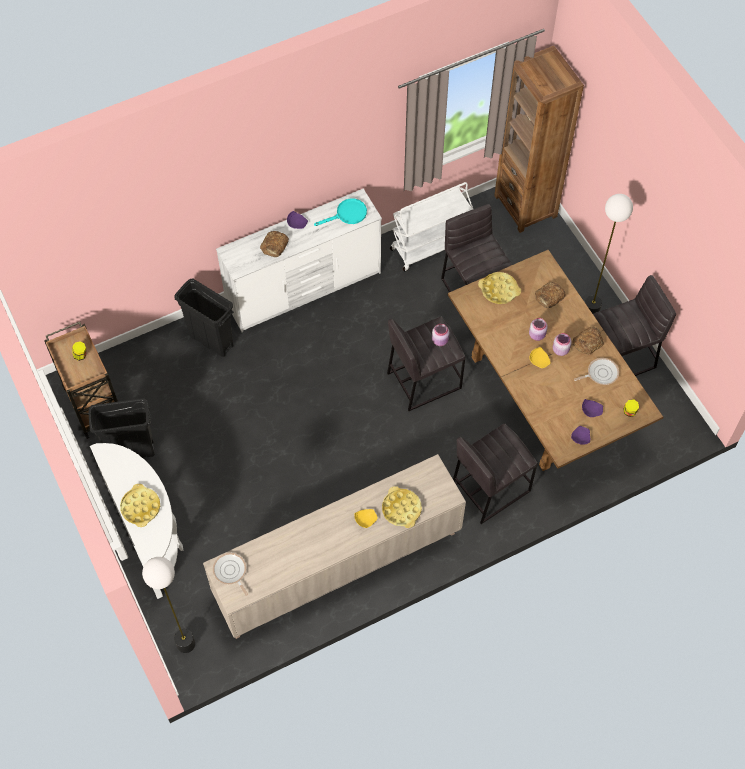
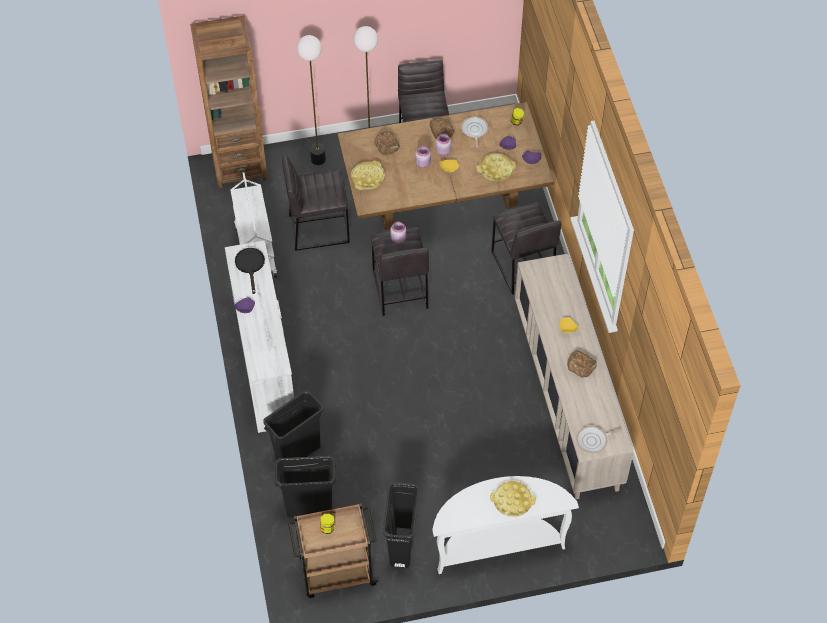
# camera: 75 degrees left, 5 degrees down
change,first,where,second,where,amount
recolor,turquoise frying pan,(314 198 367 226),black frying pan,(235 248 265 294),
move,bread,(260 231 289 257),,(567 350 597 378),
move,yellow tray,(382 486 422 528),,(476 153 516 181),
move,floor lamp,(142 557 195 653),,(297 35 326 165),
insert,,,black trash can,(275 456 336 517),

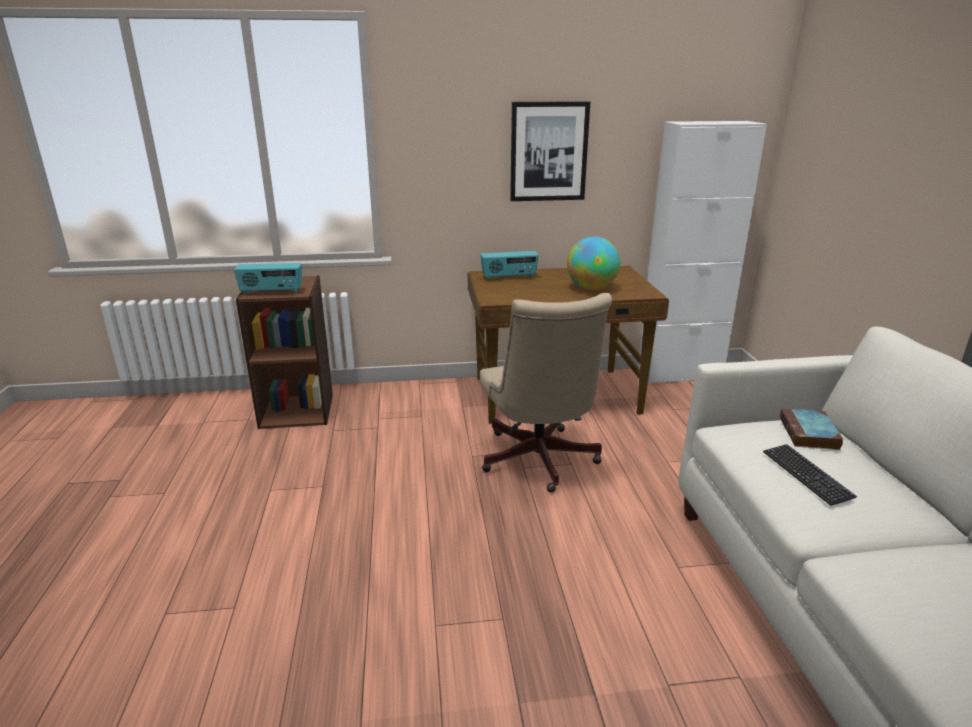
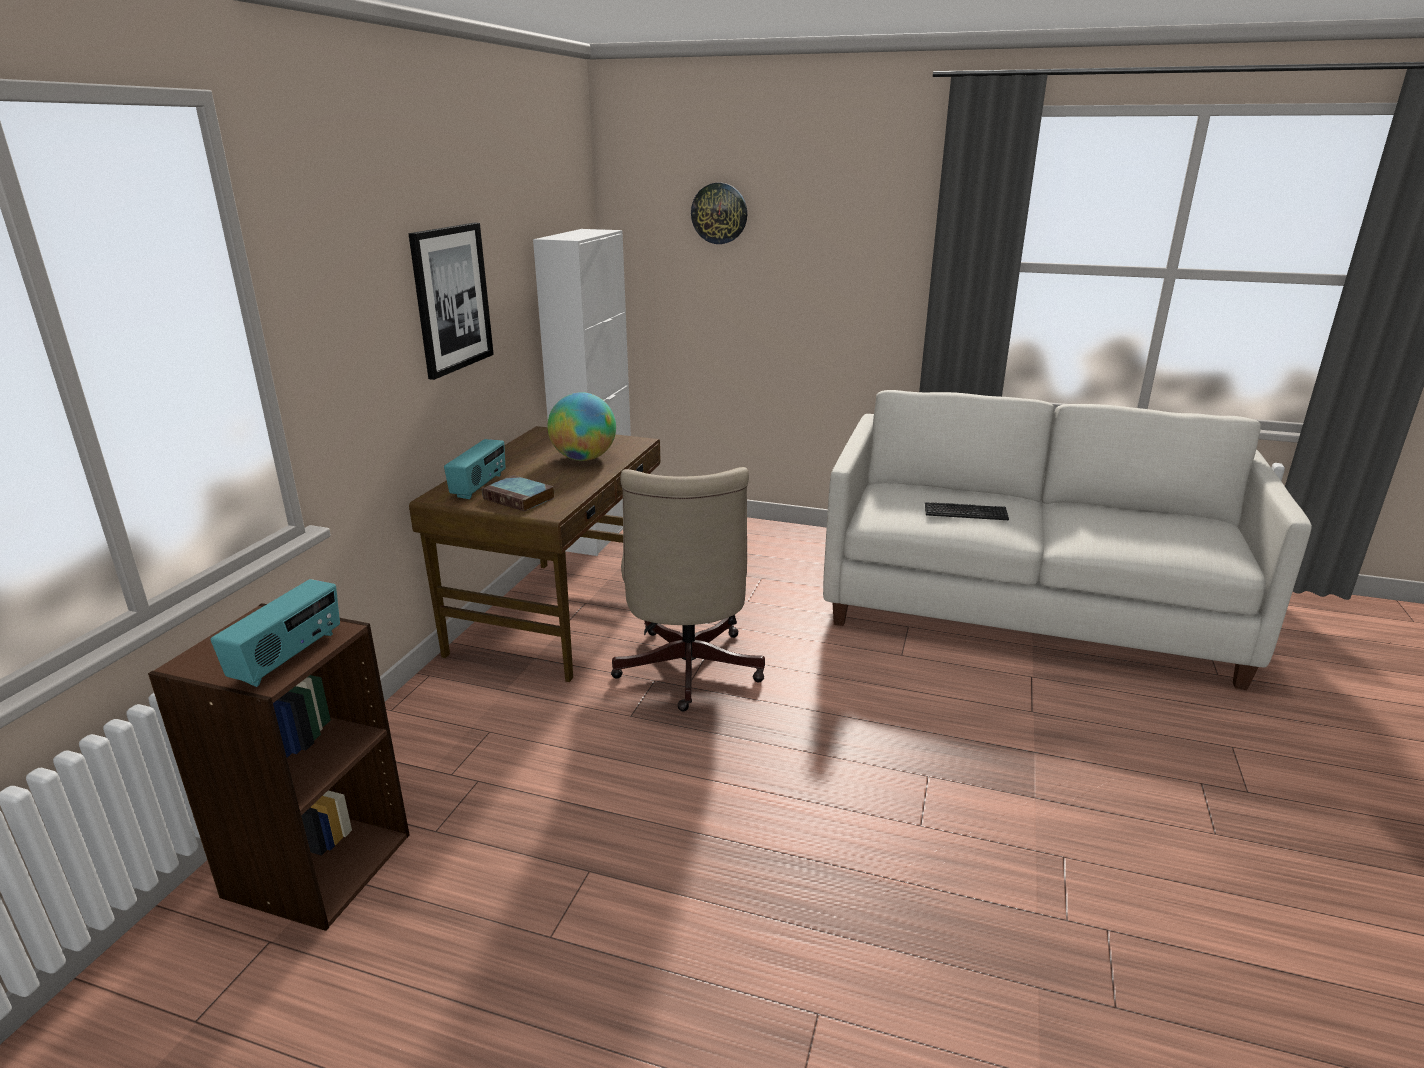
# camera: 65 degrees left, 0 degrees up
change,first,where,second,where,amount
rotate,beige office chair,(480 293 612 493),,(611 467 765 711),75 degrees clockwise
move,book,(780 408 844 450),,(482 475 554 512),
insert,,,wall clock,(691 183 747 244),

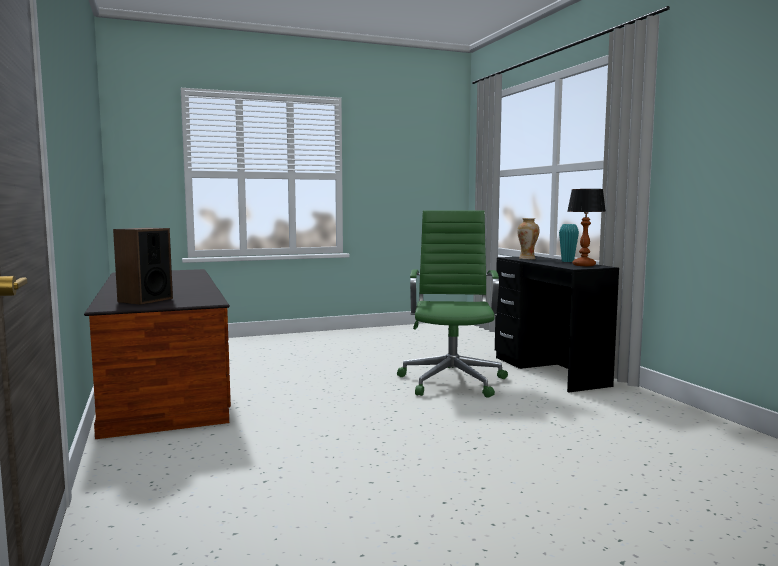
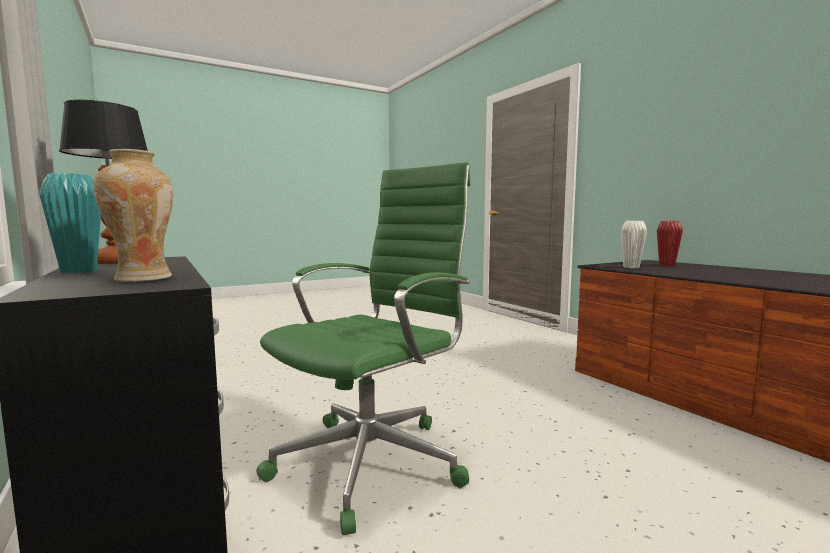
# camera: 170 degrees right, 0 degrees up
change,first,where,second,where,amount
rotate,green office chair,(397 211 508 398),,(256 162 471 535),135 degrees counterclockwise
replace,speaker,(113 228 173 305),red vase,(657 221 683 266),
insert,,,white vase,(621 221 647 268),

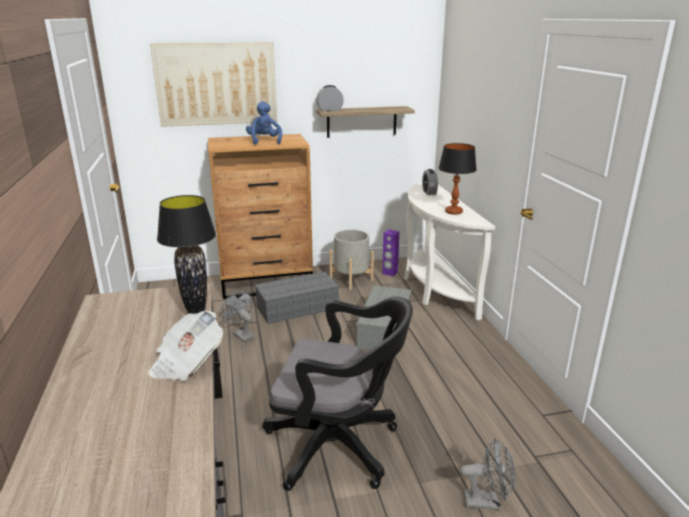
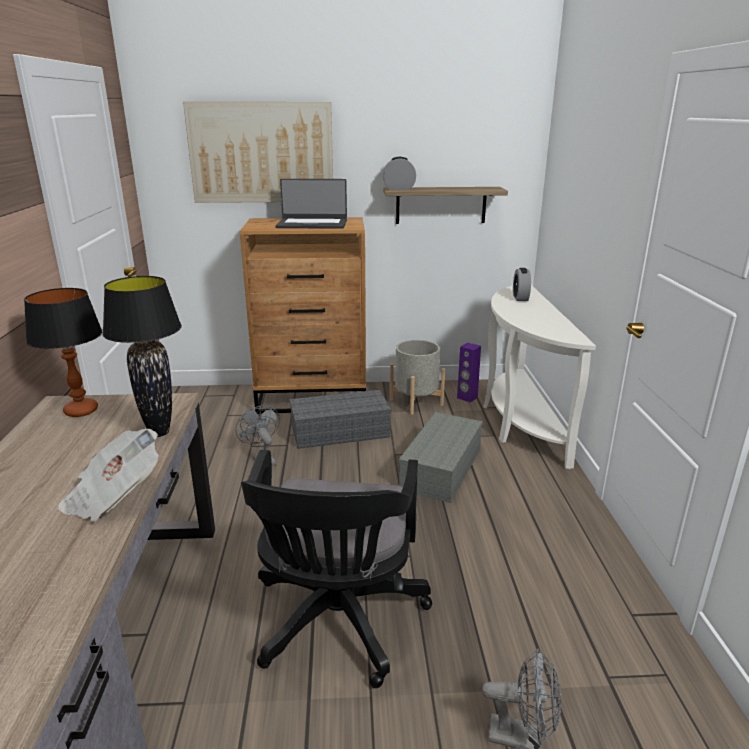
# camera: 10 degrees right, 0 degrees up
change,first,where,second,where,amount
replace,blue plush toy,(246 101 282 145),laptop,(276 179 347 229),
move,table lamp,(439 143 477 215),,(24 288 102 417),
rotate,black office chair,(262 297 413 491),,(241 450 432 688),75 degrees clockwise

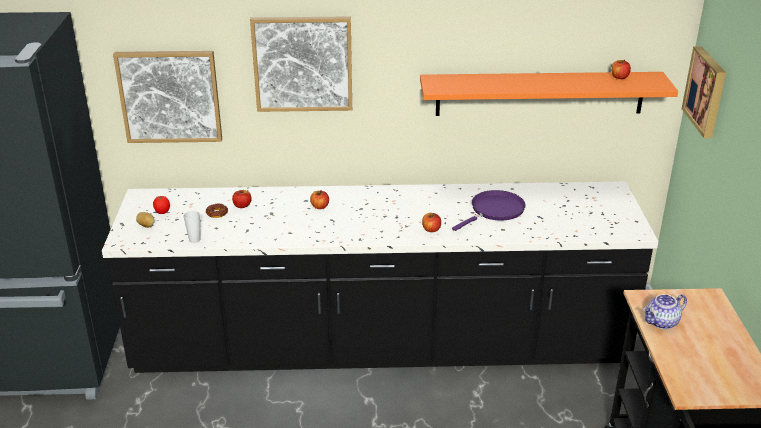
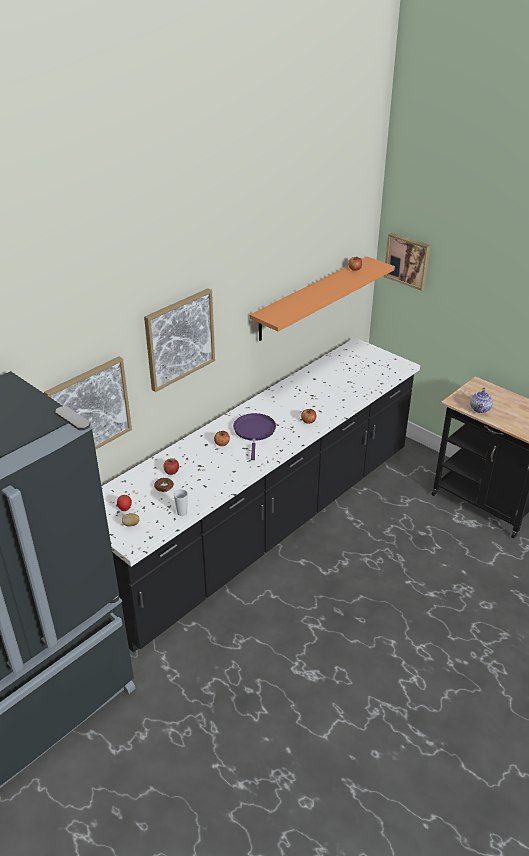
# camera: 45 degrees left, 5 degrees up
change,first,where,second,where,amount
move,purple frying pan,(452 190 526 231),,(233 413 276 460),

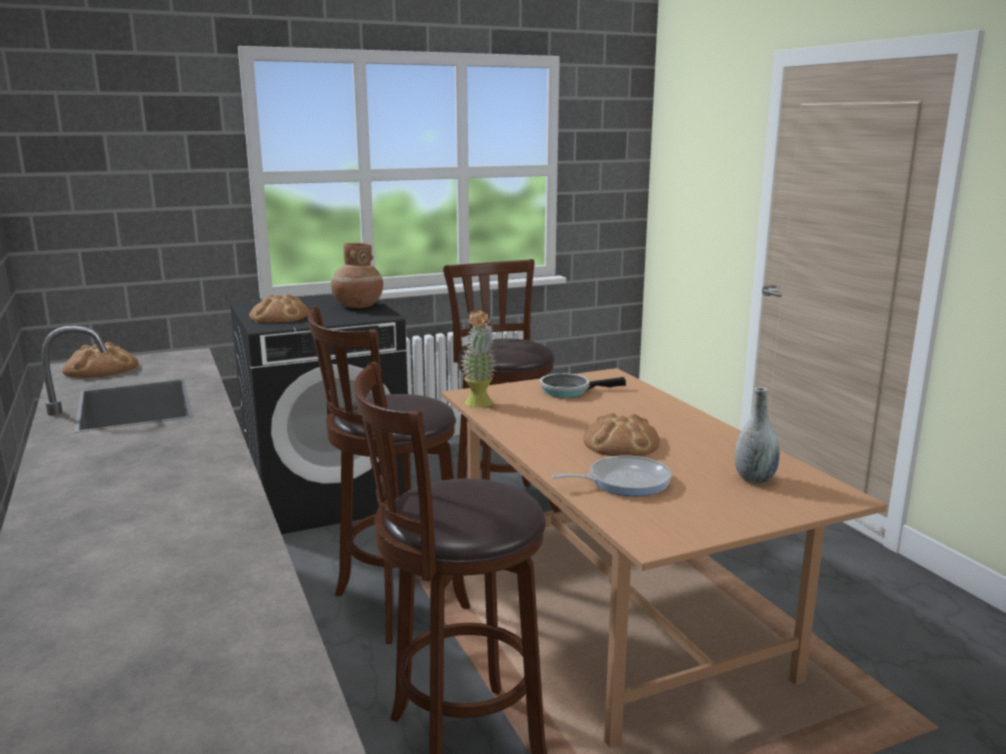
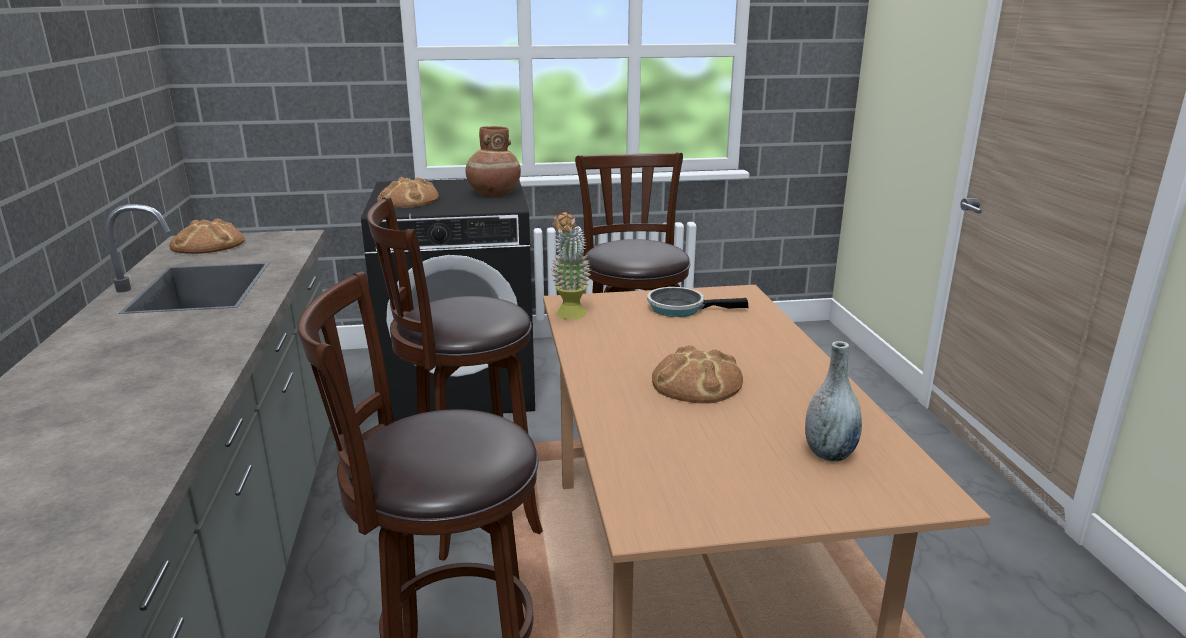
# camera: 15 degrees right, 5 degrees up
change,first,where,second,where,amount
delete,frying pan,(552 455 672 496),,,

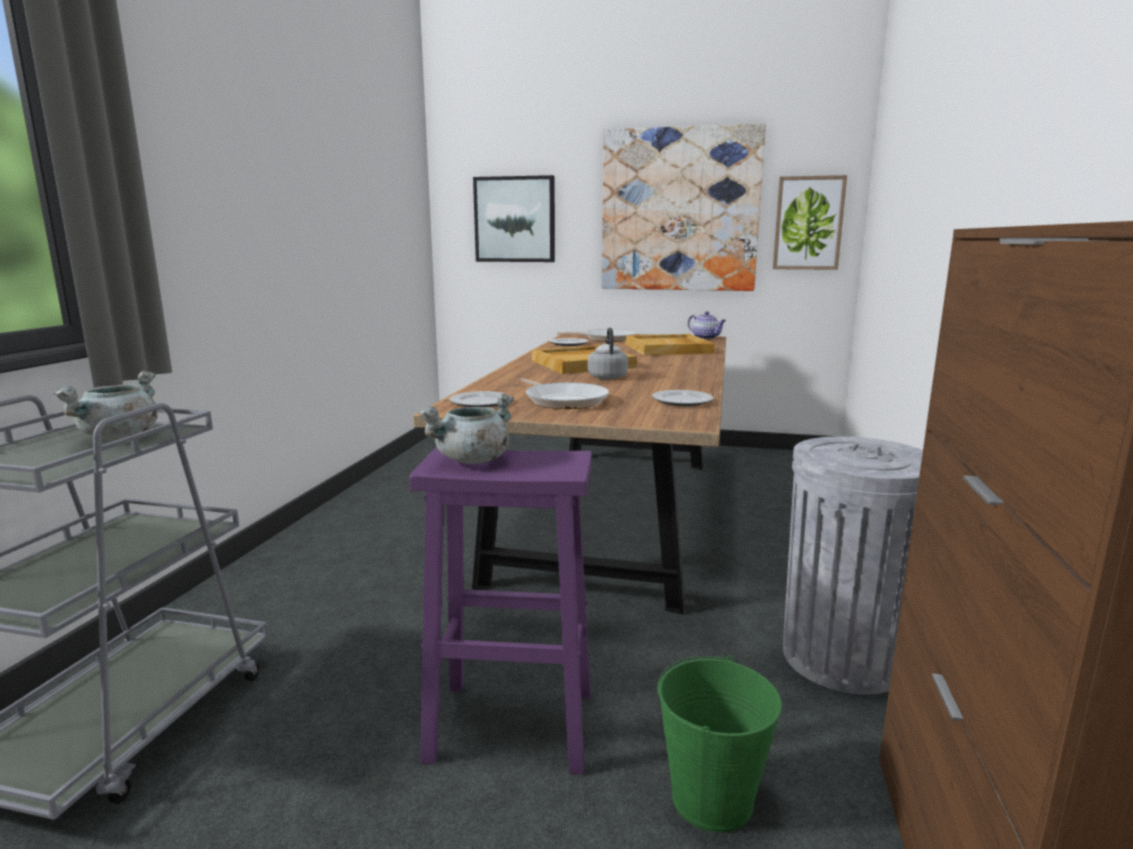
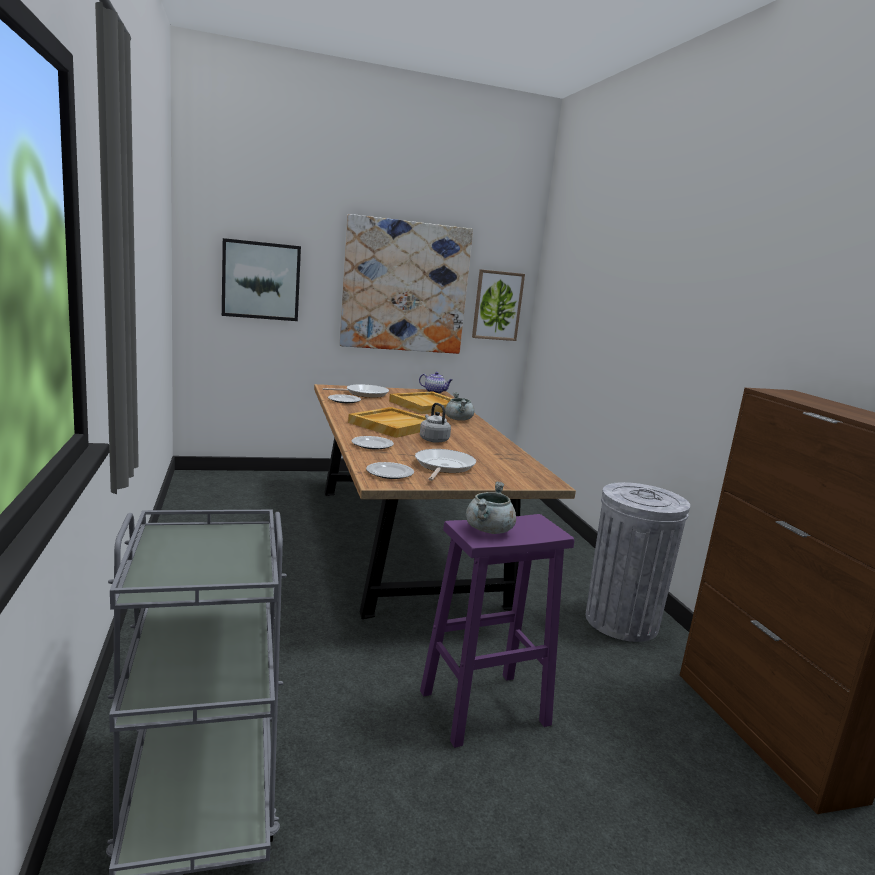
# camera: 30 degrees left, 0 degrees up
change,first,where,second,where,amount
move,grey cooking pot,(53 371 158 439),,(445 392 474 421),
rotate,frying pan,(521 378 609 409),,(415 449 476 481),105 degrees counterclockwise
move,plate,(652 390 713 406),,(352 436 394 450),
delete,green bucket,(657 655 782 833),,,

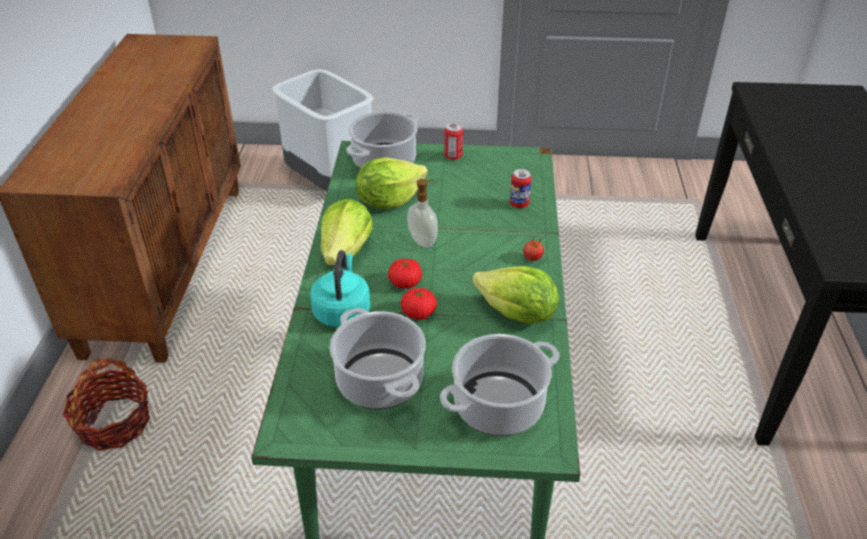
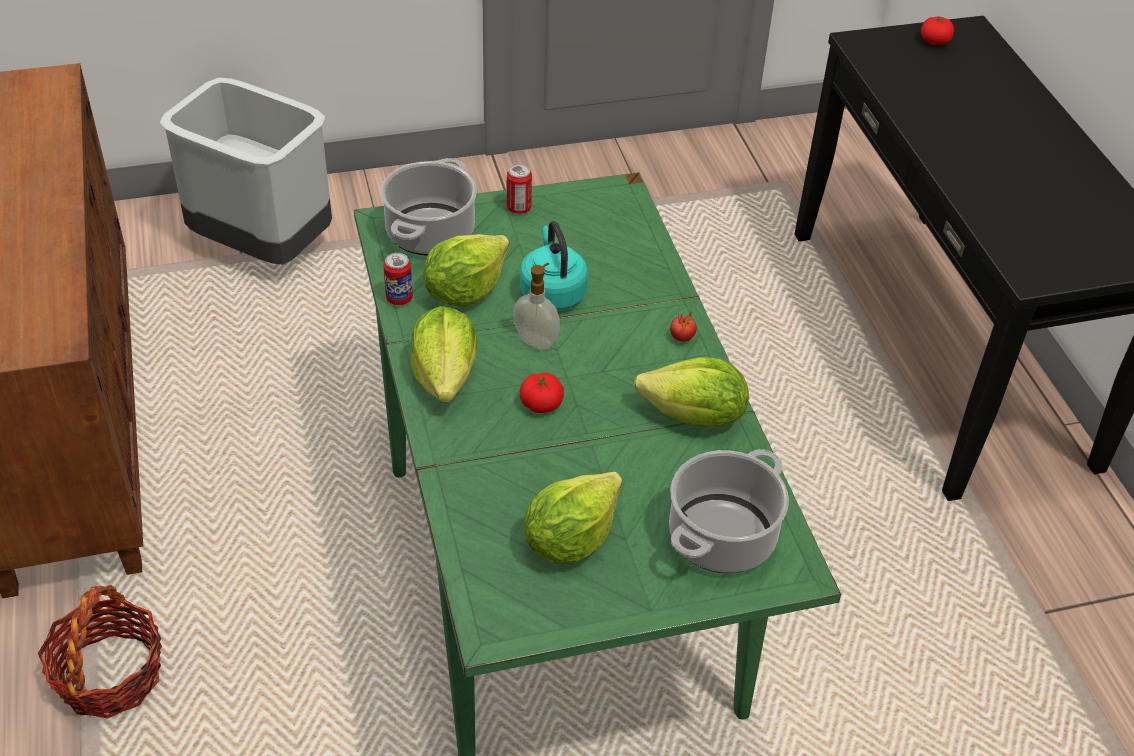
# camera: 20 degrees left, 5 degrees up
change,first,where,second,where,amount
move,can,(510 169 532 208),,(383 253 413 305),
move,turquoise kettle,(310 250 370 328),,(520 221 588 310),
move,tomato,(401 288 437 320),,(921 16 954 45),
replace,cooking pot,(330 308 426 409),lettuce,(523 472 622 564),

